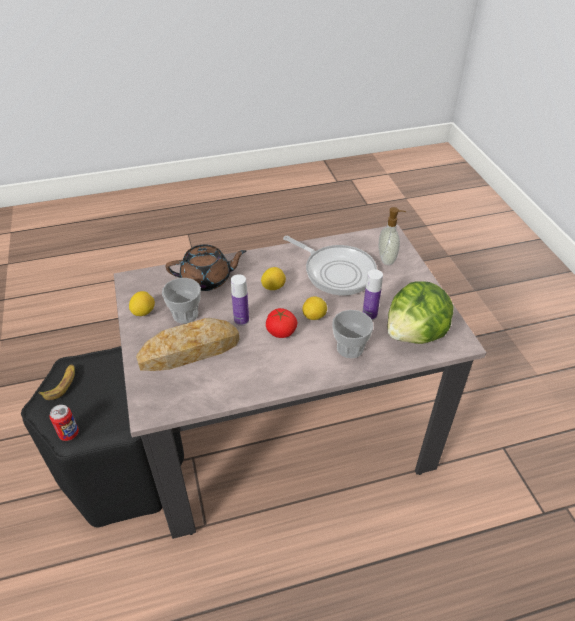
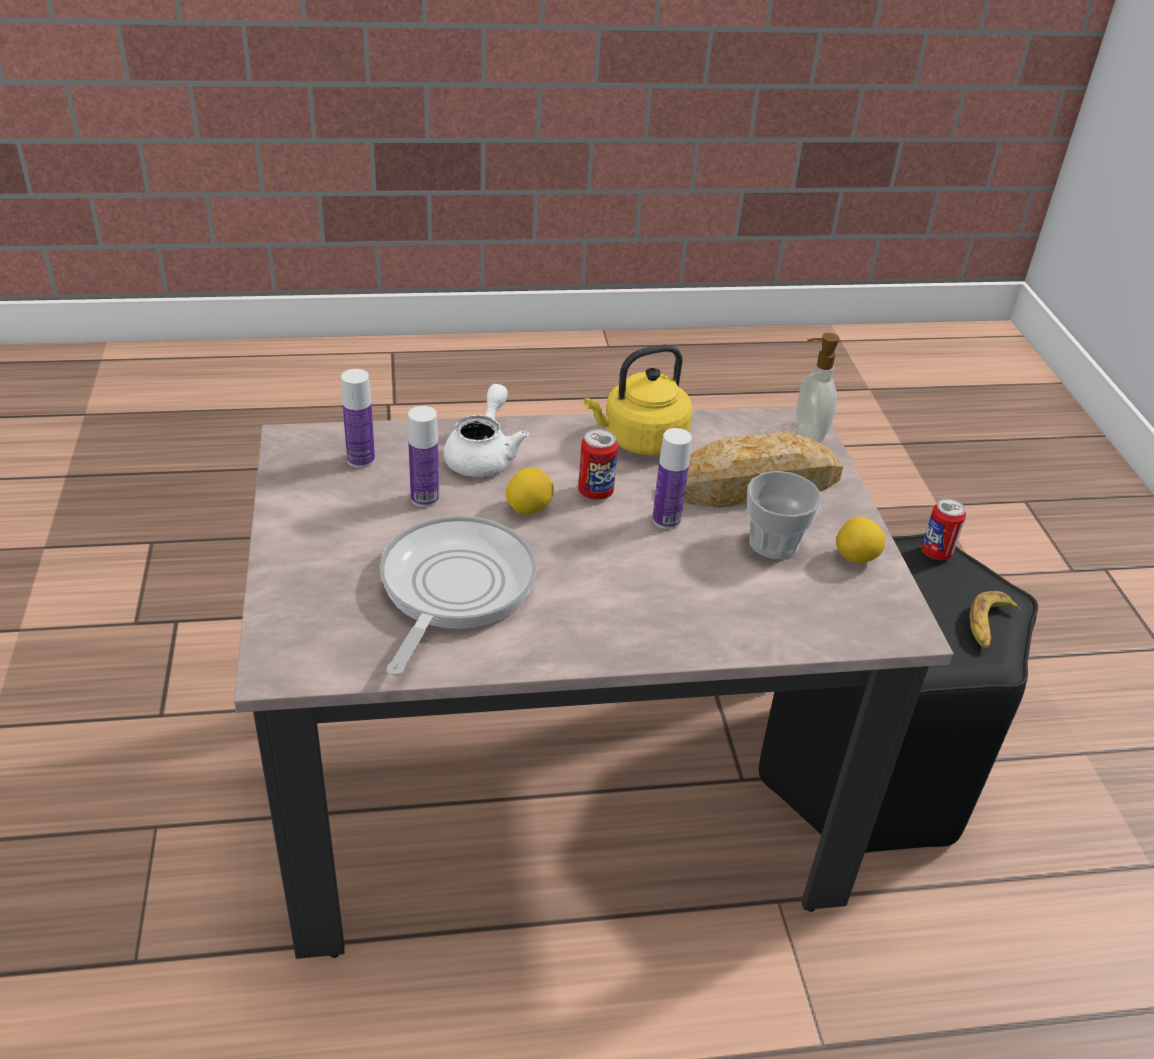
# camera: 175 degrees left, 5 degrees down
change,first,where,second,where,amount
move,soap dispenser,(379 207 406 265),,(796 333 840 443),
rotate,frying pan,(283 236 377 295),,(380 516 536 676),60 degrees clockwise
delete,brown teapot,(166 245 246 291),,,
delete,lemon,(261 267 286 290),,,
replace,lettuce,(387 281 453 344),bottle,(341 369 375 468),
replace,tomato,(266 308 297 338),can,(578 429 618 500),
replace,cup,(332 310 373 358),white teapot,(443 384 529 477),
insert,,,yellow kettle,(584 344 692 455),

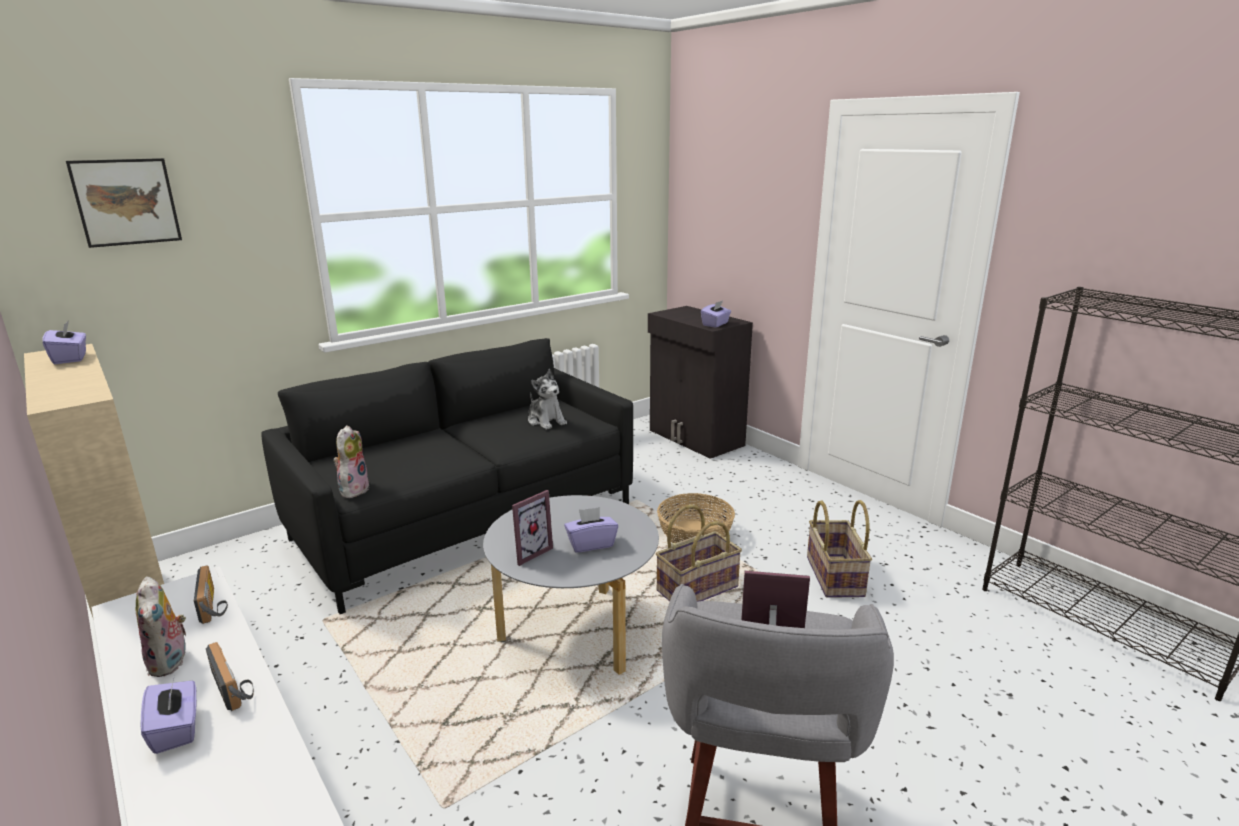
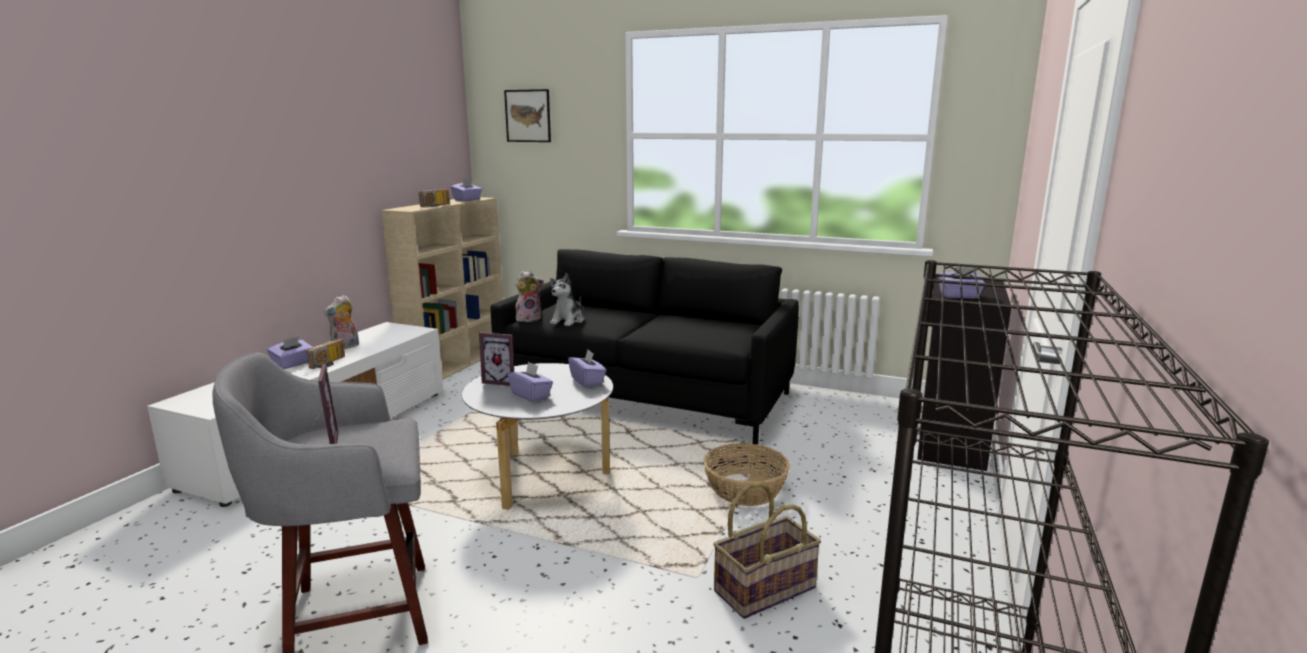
# camera: 60 degrees right, 5 degrees down
change,first,where,second,where,amount
move,plush toy,(528 369 567 430),,(550 273 585 326),
delete,basket,(656 504 742 602),,,
move,radio,(194 565 228 624),,(419 189 450 207),
insert,,,purple tissue box,(568 350 606 387),

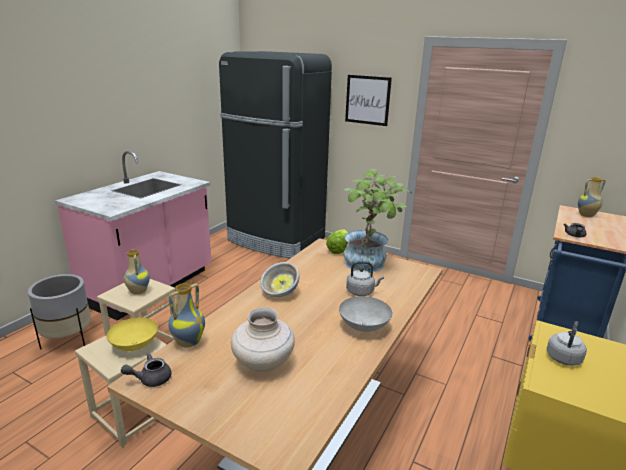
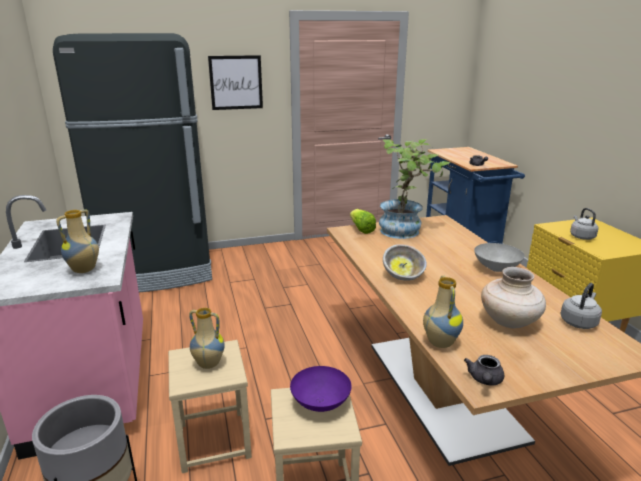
# camera: 45 degrees left, 0 degrees up
change,first,where,second,where,amount
move,vase,(578 177 606 217),,(56 209 99 273),
move,grey kettle,(346 261 384 296),,(560 283 602 329),
recolor,yellow bowl,(107 318 158 351),purple bowl,(290 366 352 412),

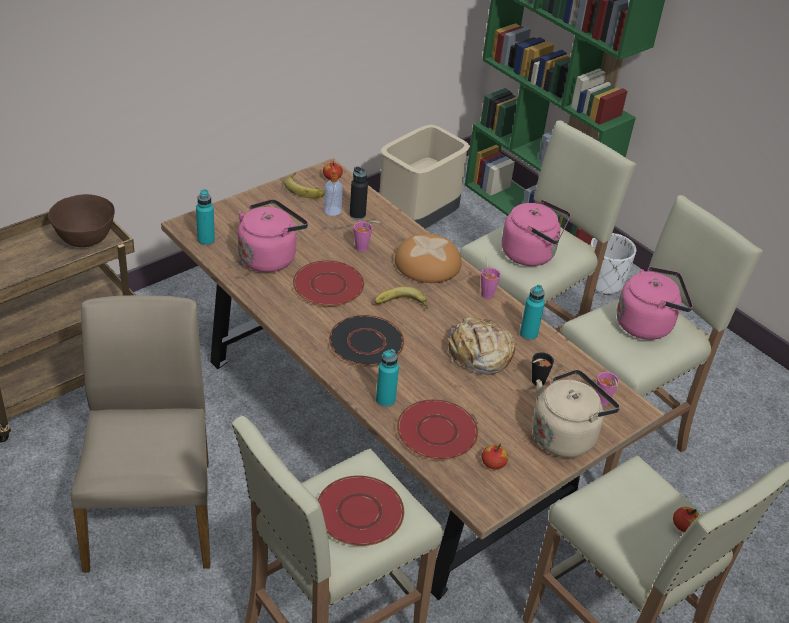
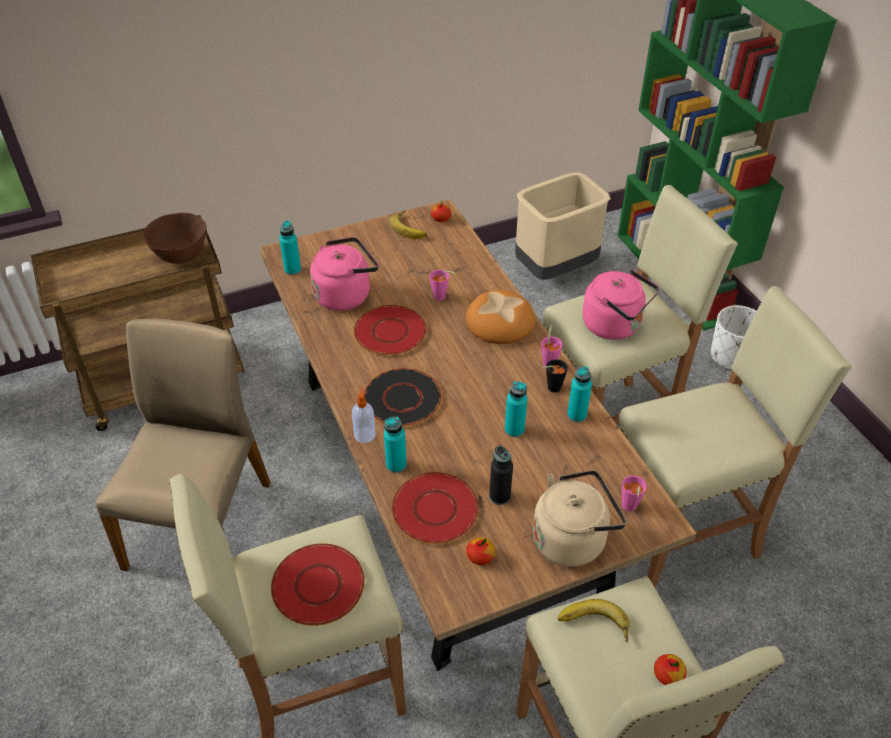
# camera: 20 degrees right, 5 degrees up
change,first,where,second,where,amount
move,soap dispenser,(324 165 343 216),,(352 386 376 443),
move,black bottle,(350 166 368 220),,(489 445 513 505),
delete,pink kettle,(616 266 693 340),,,
move,banana,(374 286 428 309),,(558 599 630 643),
replace,bread,(448 317 515 375),turquoise bottle,(505 381 527 437),
move,black cup,(532 352 554 385),,(542 359 568 393),

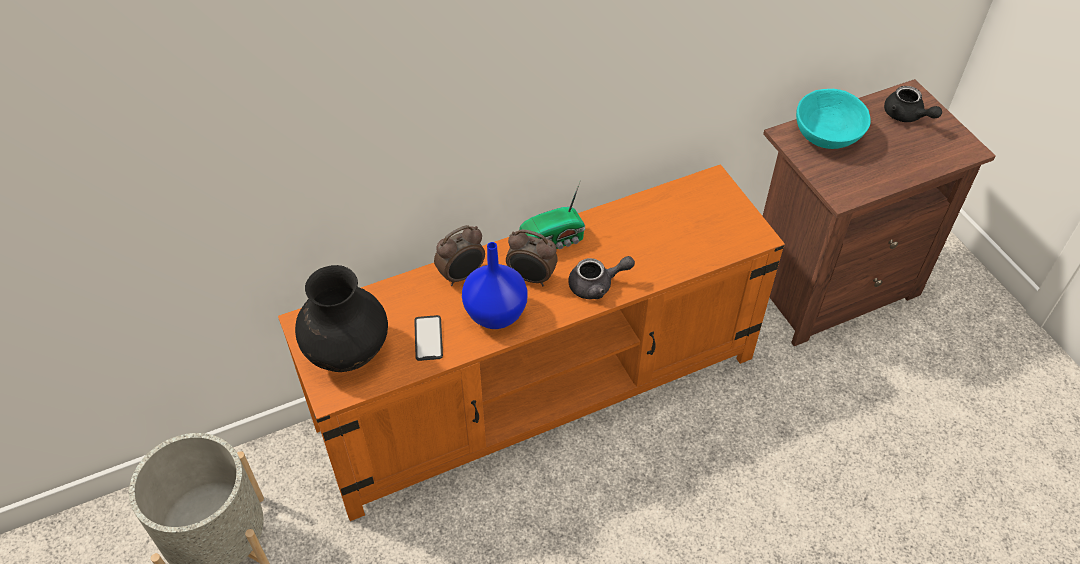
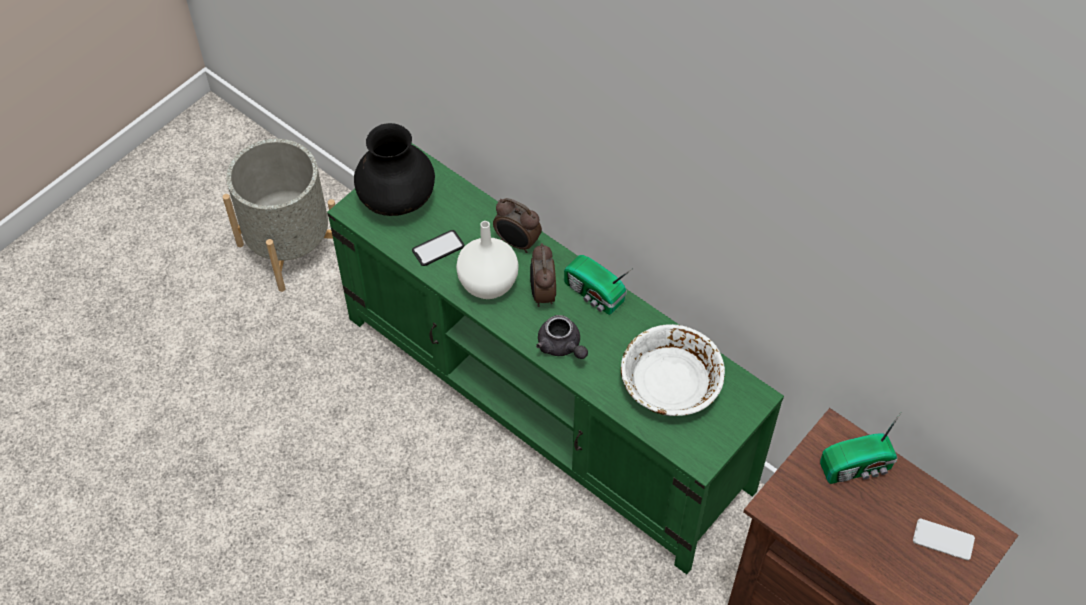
# camera: 65 degrees right, 5 degrees up
change,first,where,second,where,amount
replace,black teapot,(884 86 942 122),phone,(913 519 975 560),
replace,turquoise bowl,(796 89 871 149),radio,(820 413 901 484),
recolor,orange tv stand,(278 164 785 521),green tv stand,(327 143 784 575),
recolor,blue vase,(462 242 527 329),white vase,(456 221 519 299),
insert,,,white bowl,(621 324 725 416),

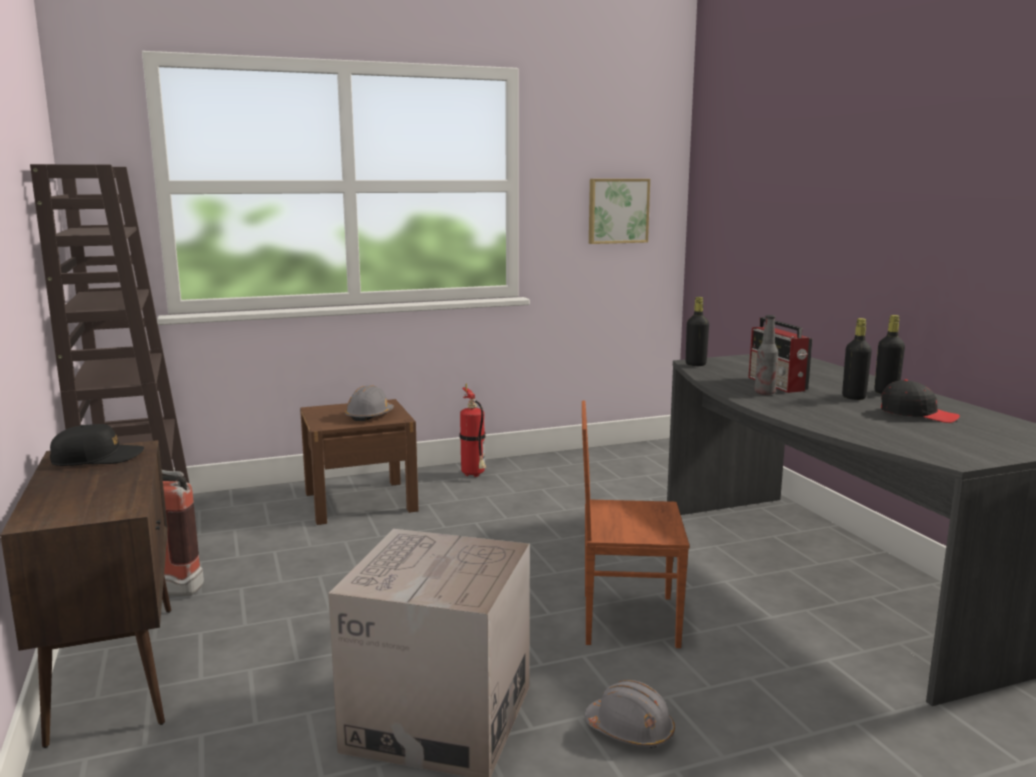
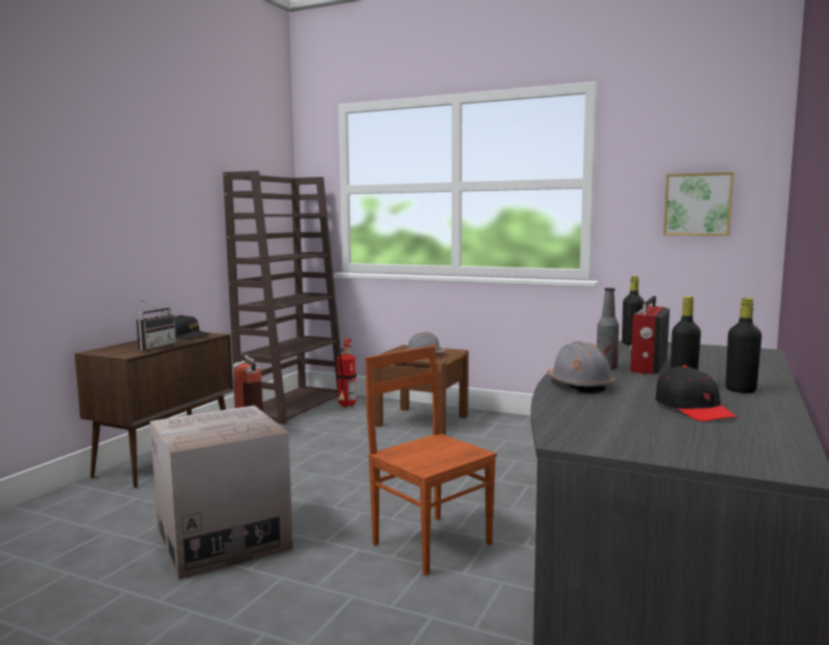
# camera: 45 degrees right, 5 degrees down
change,first,where,second,where,amount
move,fire extinguisher,(460 384 486 477),,(337 335 356 407),
move,grey hard hat,(584 680 675 748),,(546 341 615 393),
insert,,,radio,(136 299 176 351),

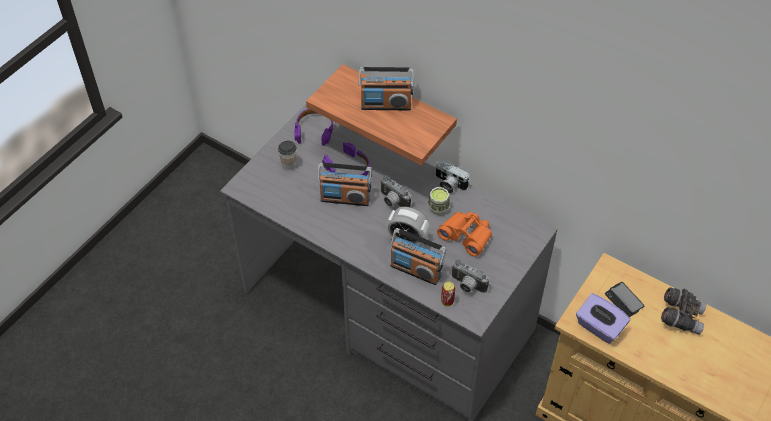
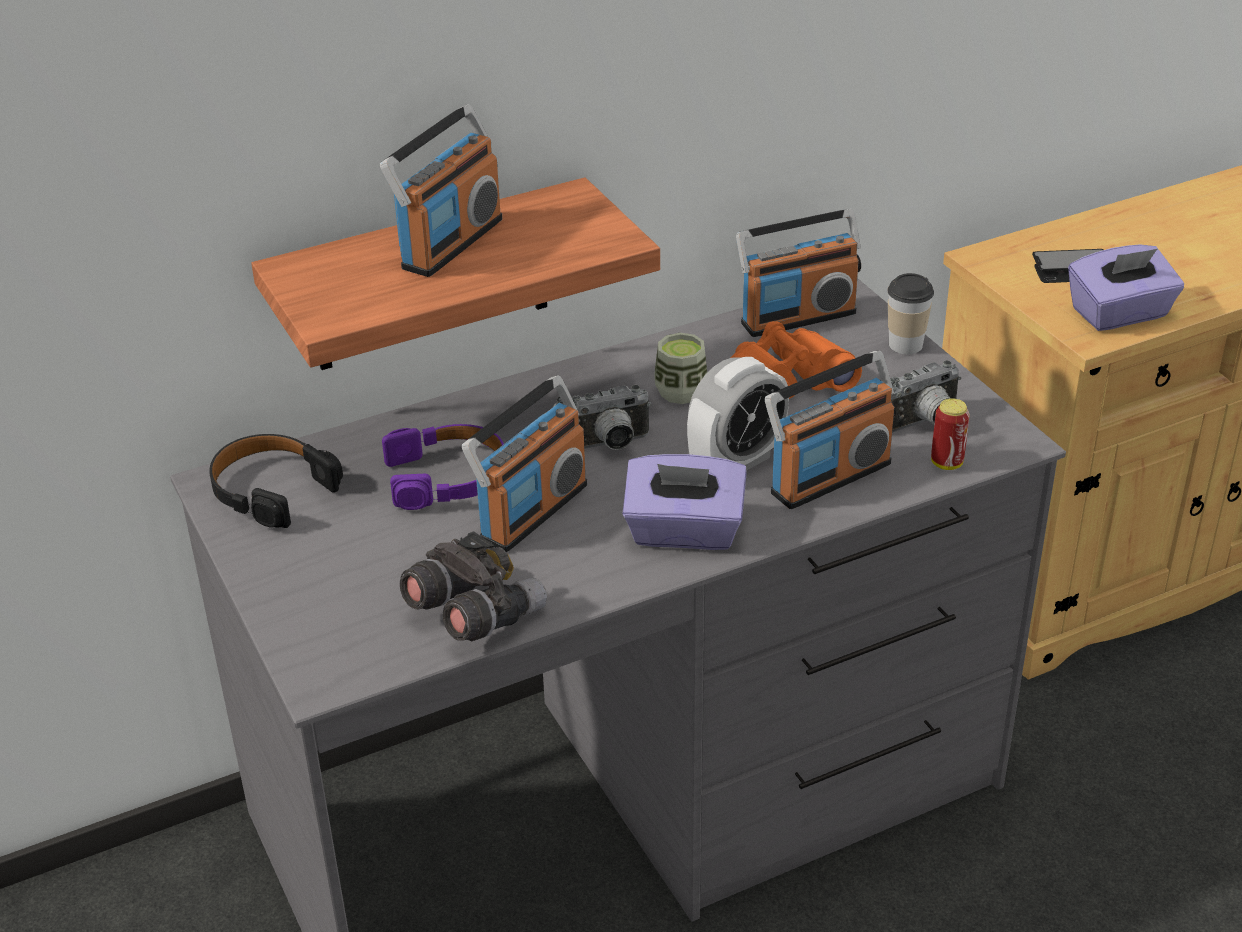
# camera: 60 degrees left, 15 degrees down
change,first,where,second,where,amount
recolor,purple headphones,(294 109 334 146),black headphones,(209 434 343 528),
move,cup,(278 141 297 170),,(887 273 934 354),
delete,photo camera,(436 160 469 193),,,
move,grey binoculars,(661 287 706 335),,(400 531 547 641),
insert,,,radio,(736 209 861 337),
insert,,,purple tissue box,(622 454 747 550),

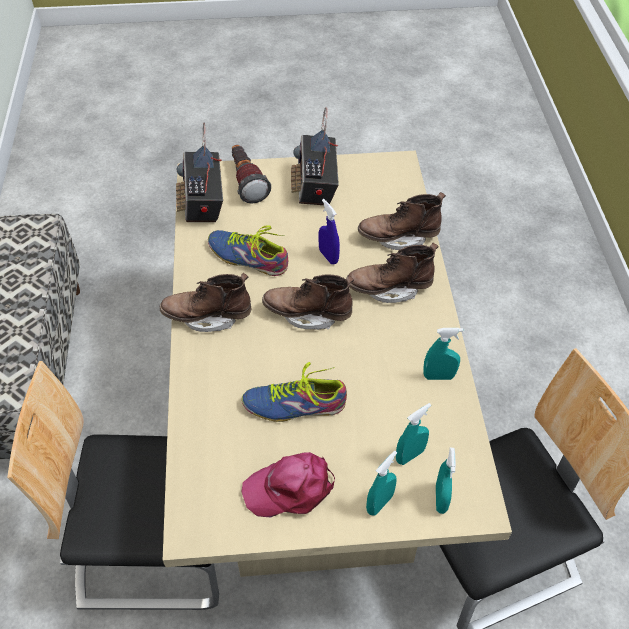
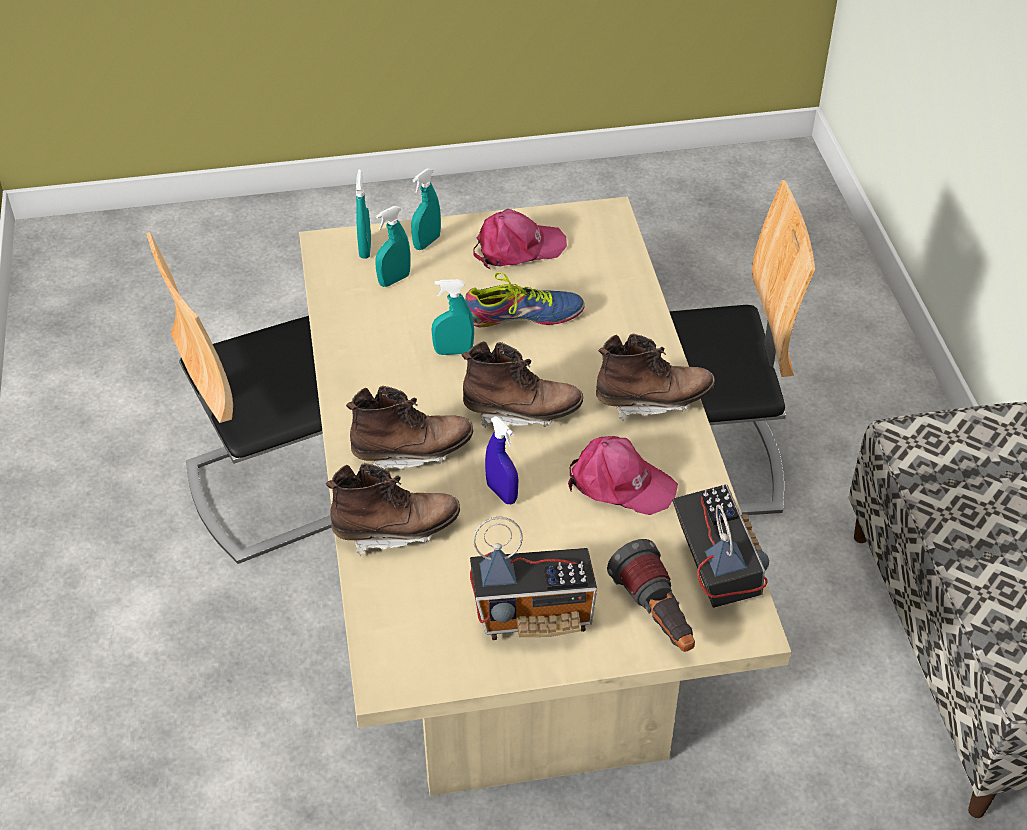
# camera: 175 degrees right, 5 degrees down
change,first,where,second,where,amount
rotate,radio,(291 107 339 205),,(470 517 597 640),90 degrees clockwise
replace,shoe,(208 226 288 276),pink cap,(568 436 678 515),
move,turquoise spray bottle,(423 328 463 380),,(431 279 474 355),

